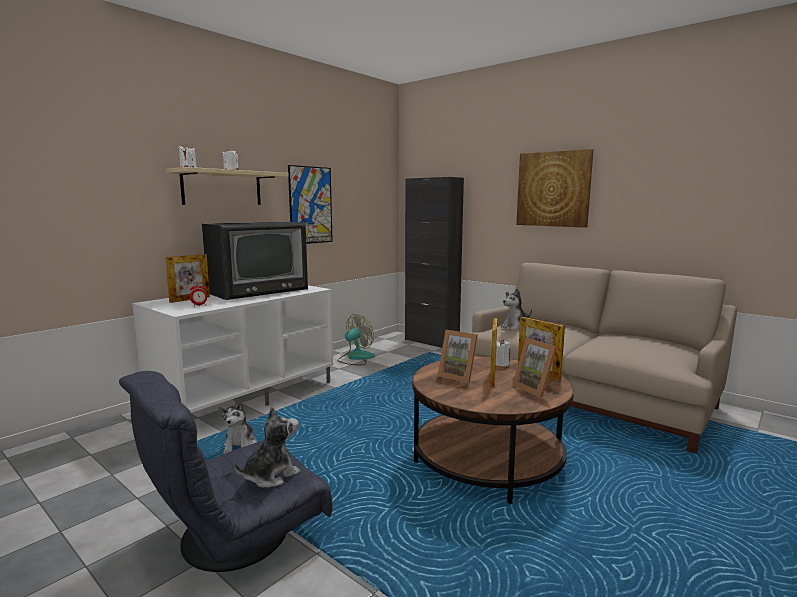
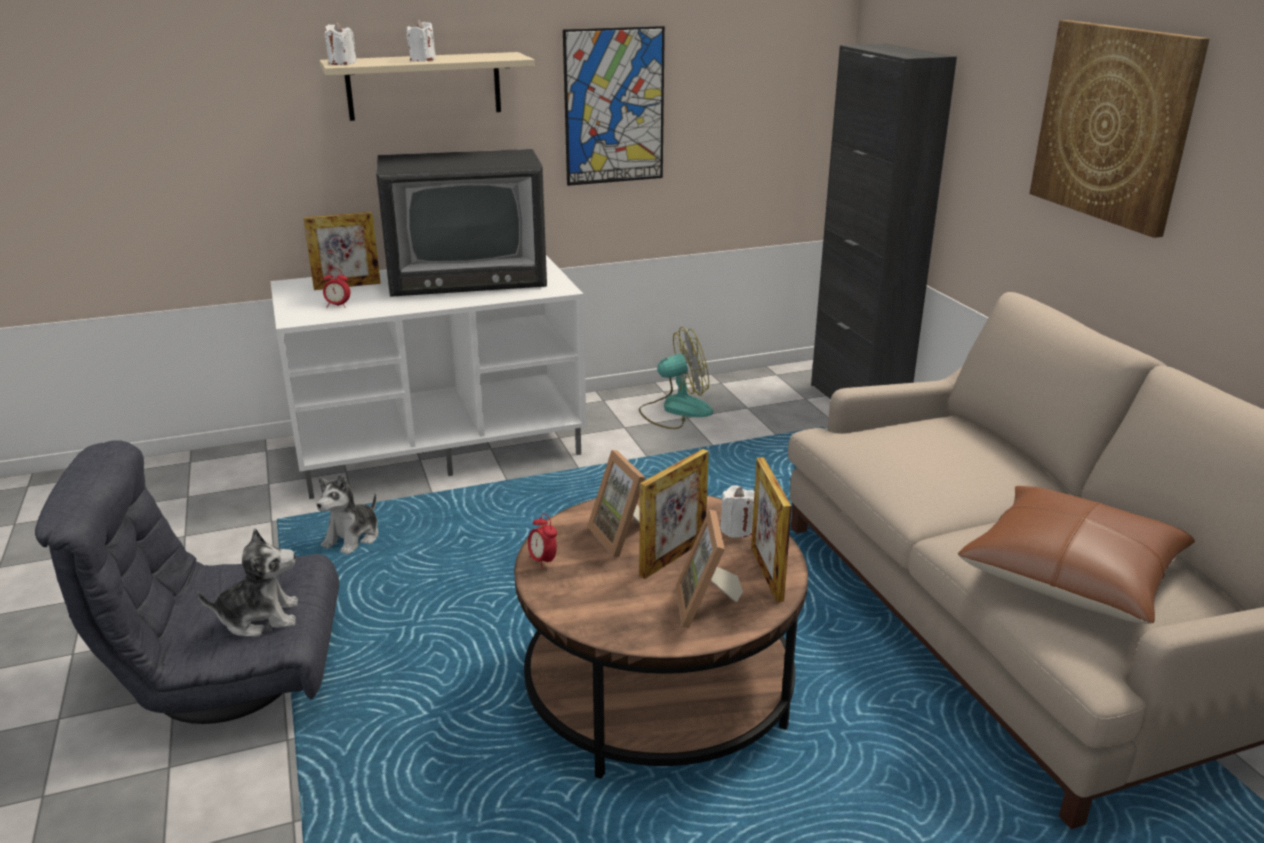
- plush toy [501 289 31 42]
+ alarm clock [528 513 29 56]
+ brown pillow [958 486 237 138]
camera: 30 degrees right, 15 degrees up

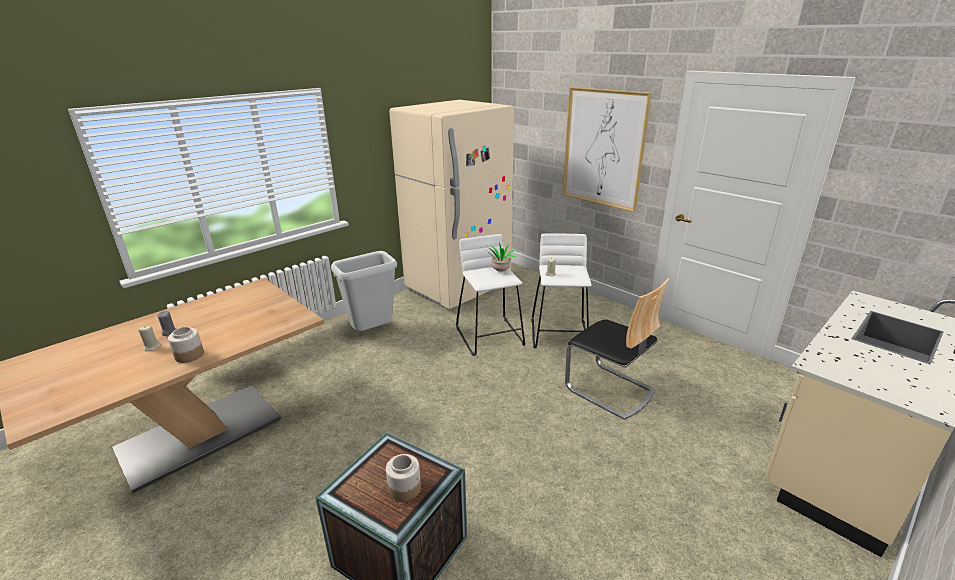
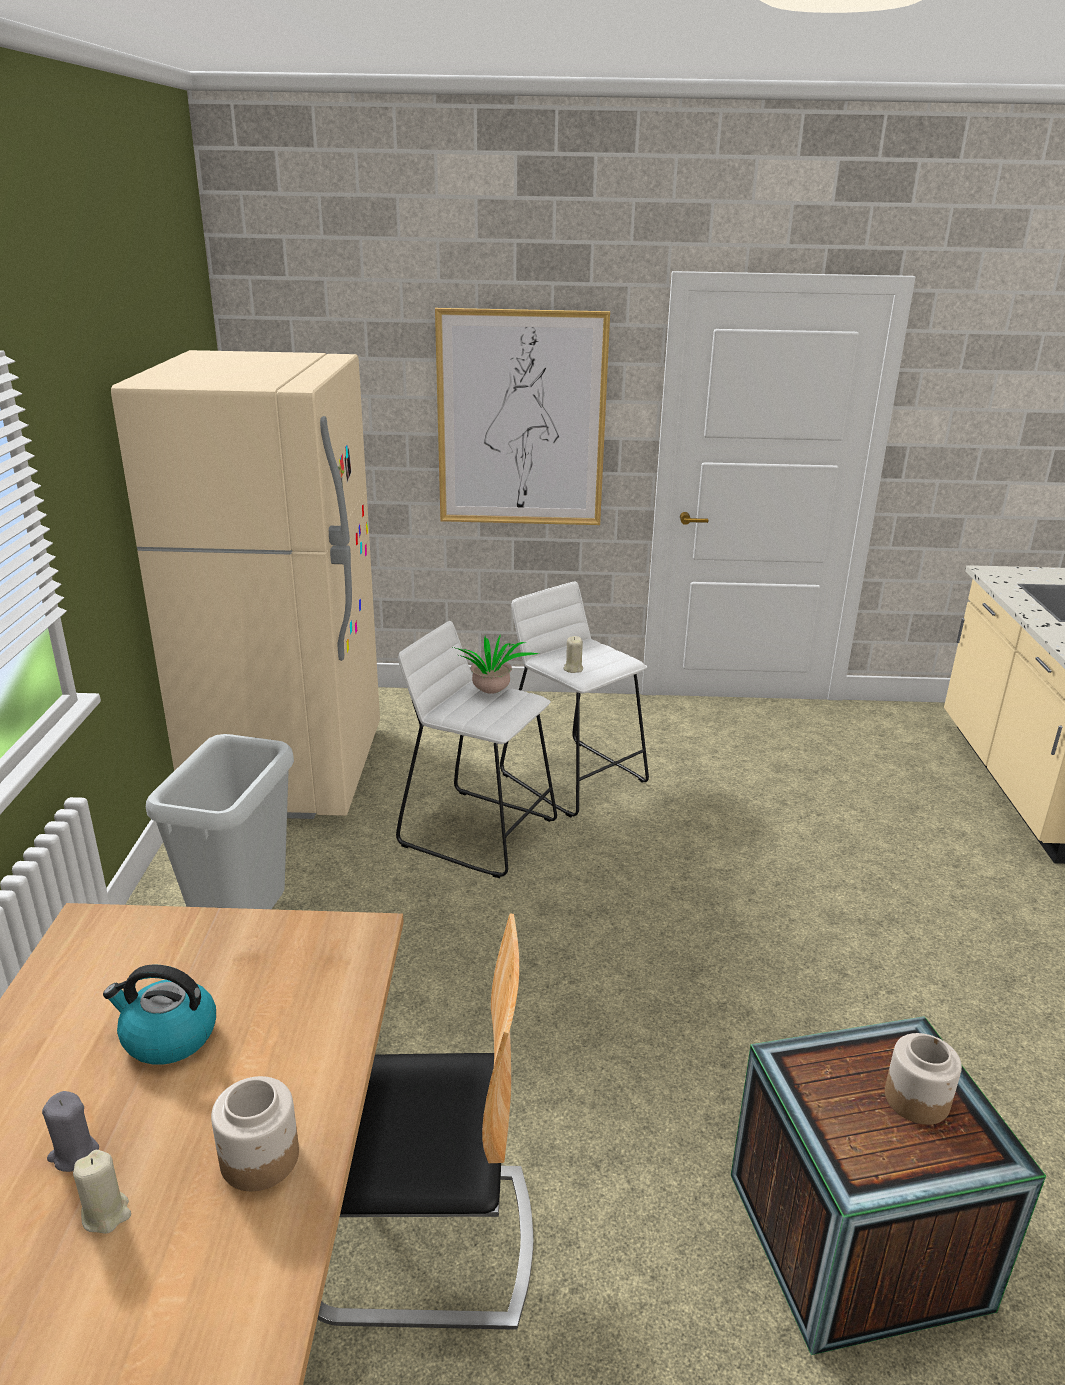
~ chair [565 278 104 142] to [317 914 217 416]
+ kettle [103 964 113 101]
camera: 45 degrees left, 0 degrees up

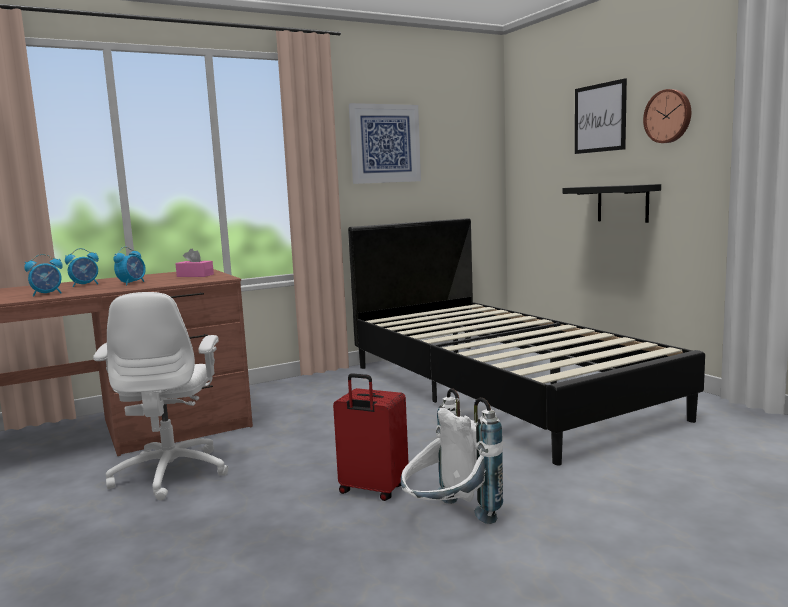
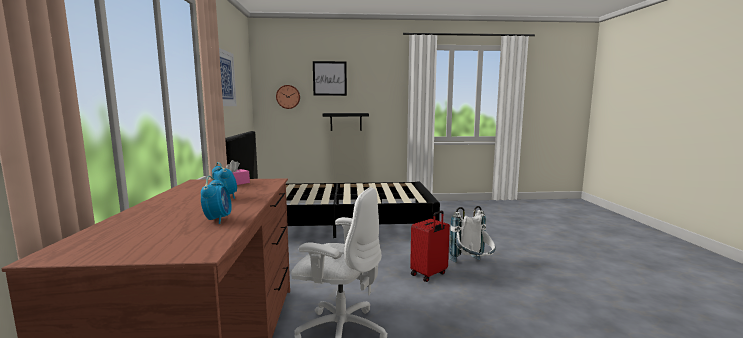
- alarm clock [65 248 34 39]
~ wall clock [643 89 48 54] to [276 85 24 24]
camera: 65 degrees left, 0 degrees up

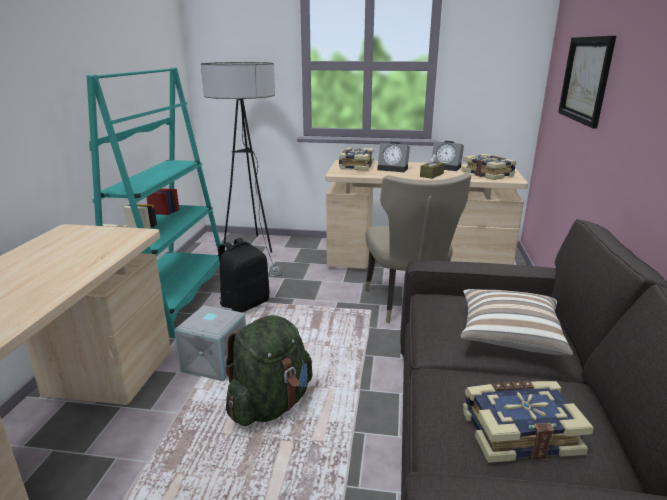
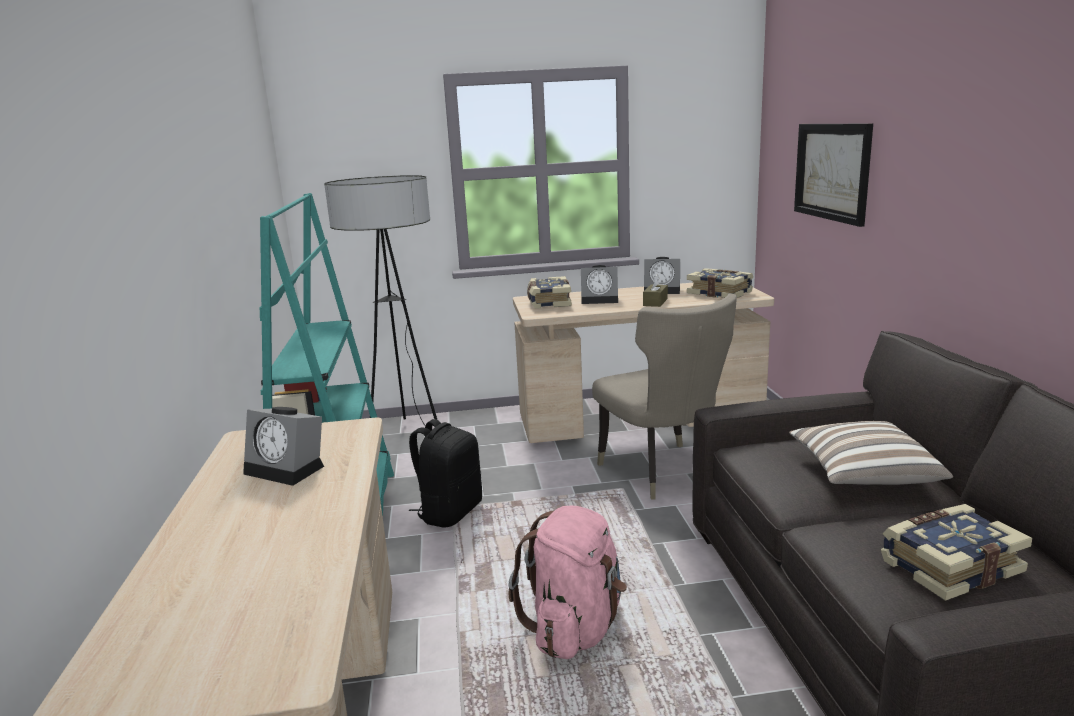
- grey storage box [174 305 72 77]
~ green backpack [224 315 88 111] to pink backpack [508 506 119 153]
+ alarm clock [243 407 81 79]
camera: 15 degrees left, 5 degrees down

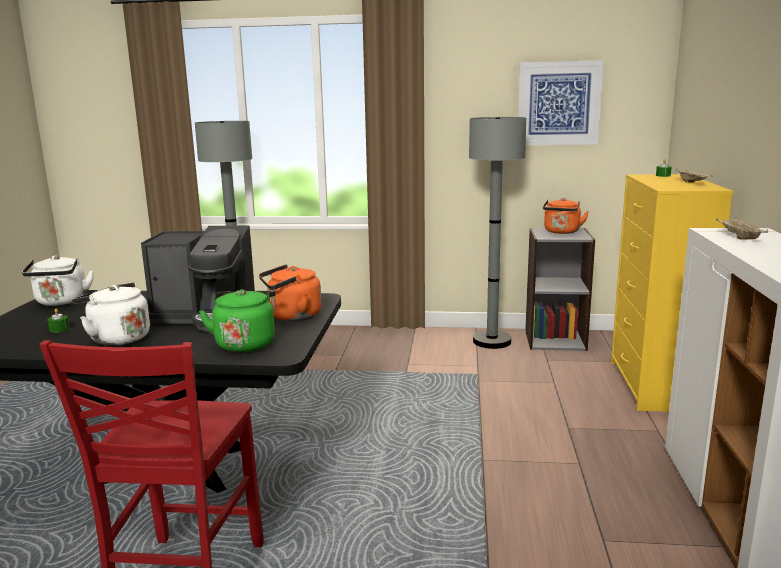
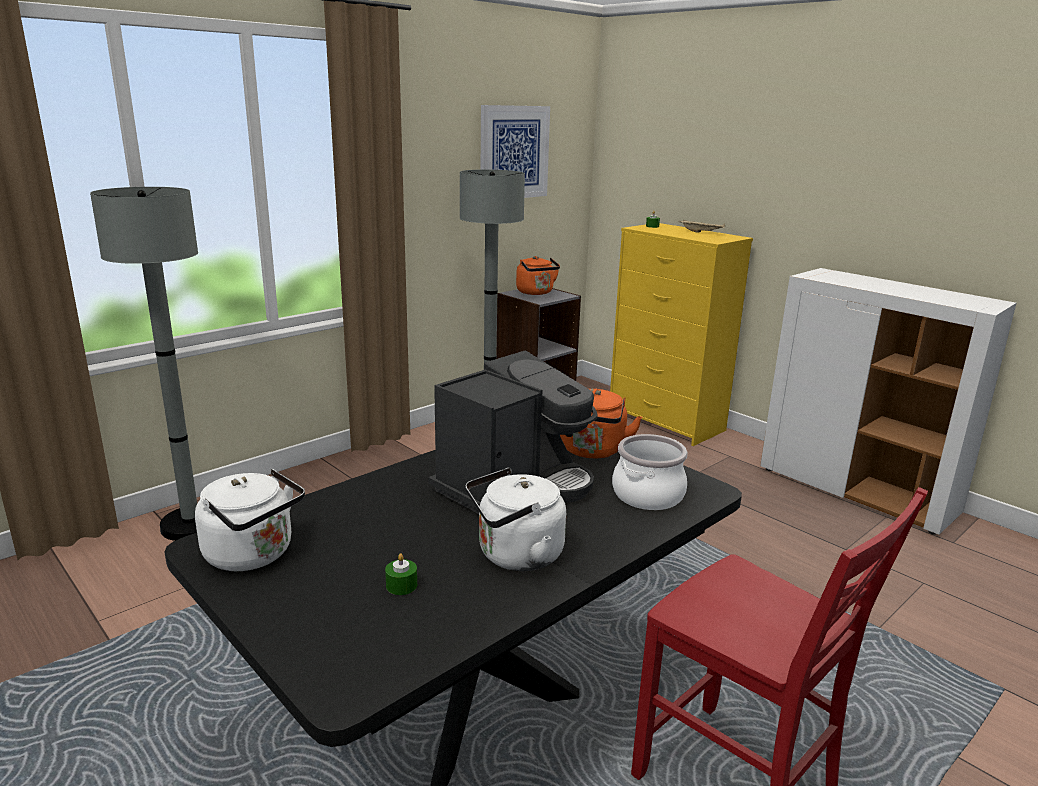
~ green kettle [199 289 77 63] to cooking pot [612 434 75 76]
- beige tray [716 218 52 22]
camera: 50 degrees left, 5 degrees up

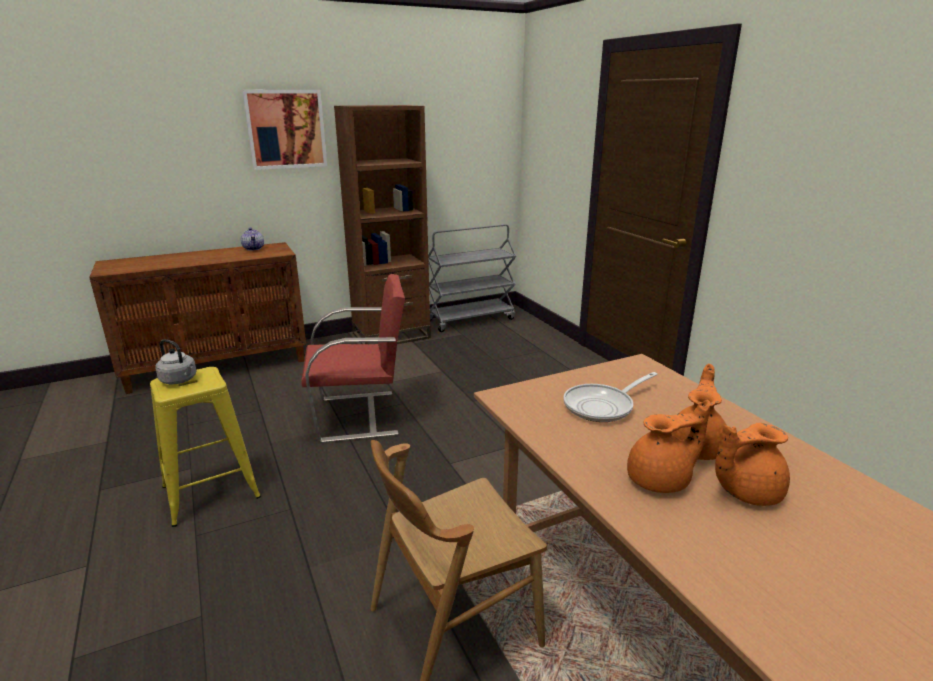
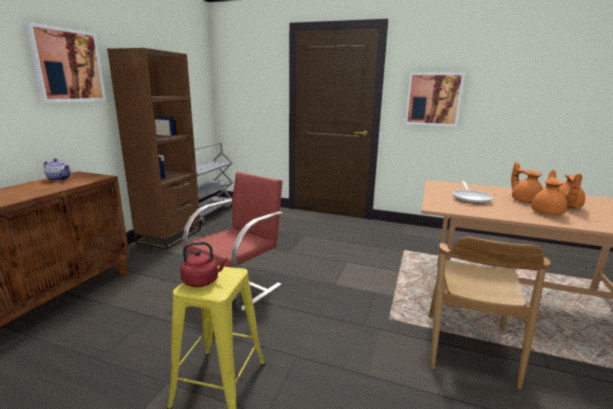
~ grey kettle [155 339 42 45] to red kettle [180 242 48 45]
+ picture [405 72 60 55]
camera: 45 degrees left, 5 degrees down

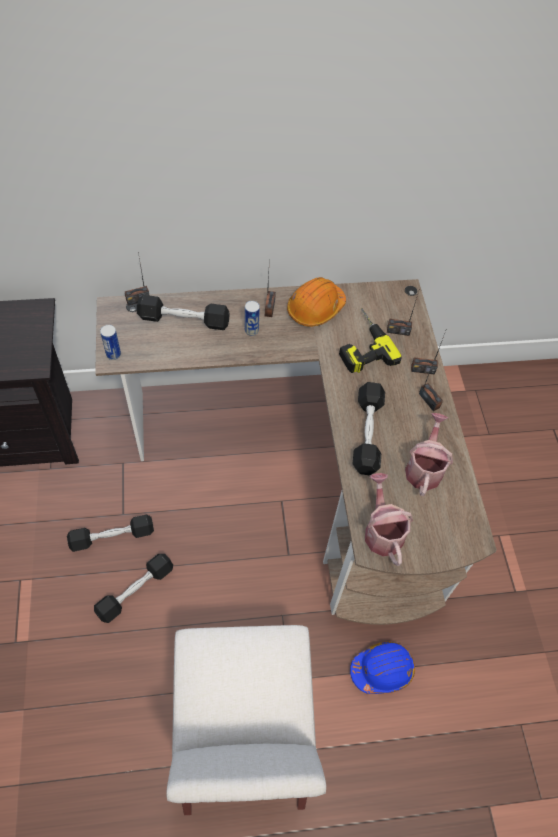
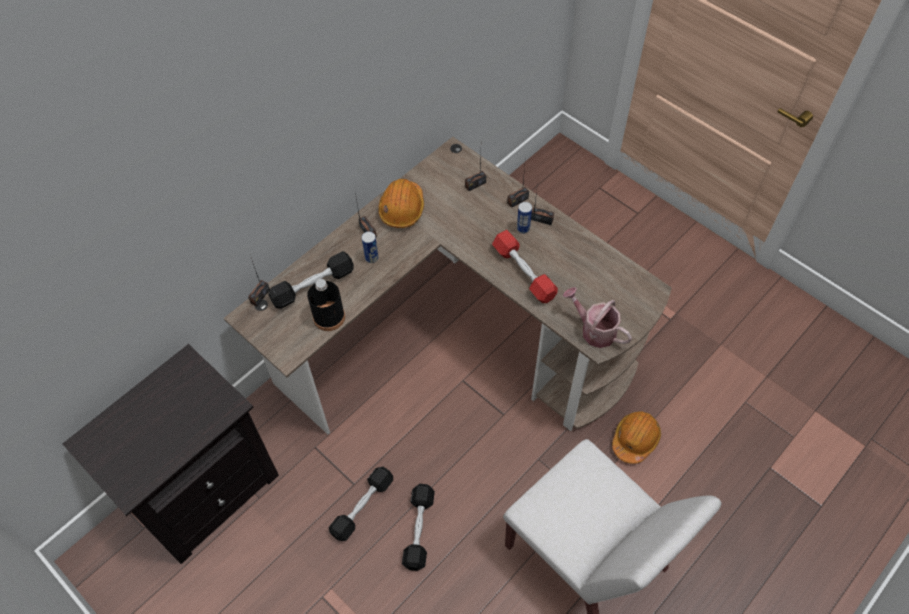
~ can [100 325 21 35] to [517 202 15 32]
- power drill [339 309 63 64]
~ blue hard hat [350 642 65 52] to orange hard hat [612 411 49 53]
~ black dumbbell [353 382 32 93] to red dumbbell [492 230 66 73]
- watering can [405 413 48 83]
+ black bottle [307 279 38 52]
camera: 35 degrees left, 0 degrees up

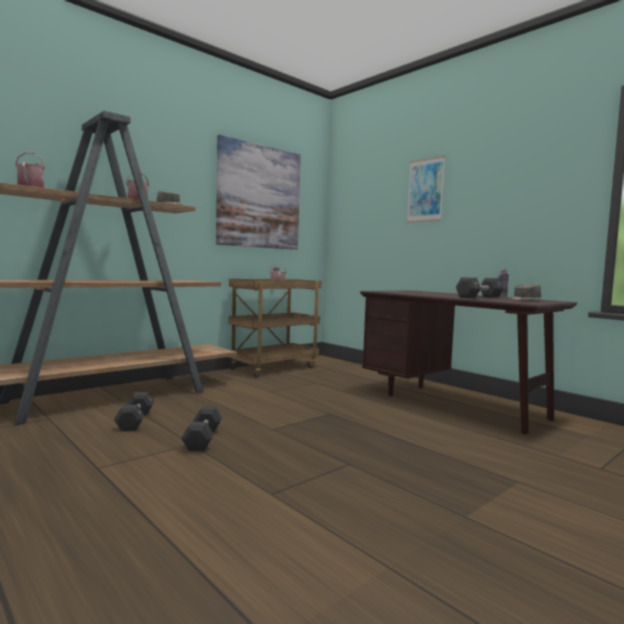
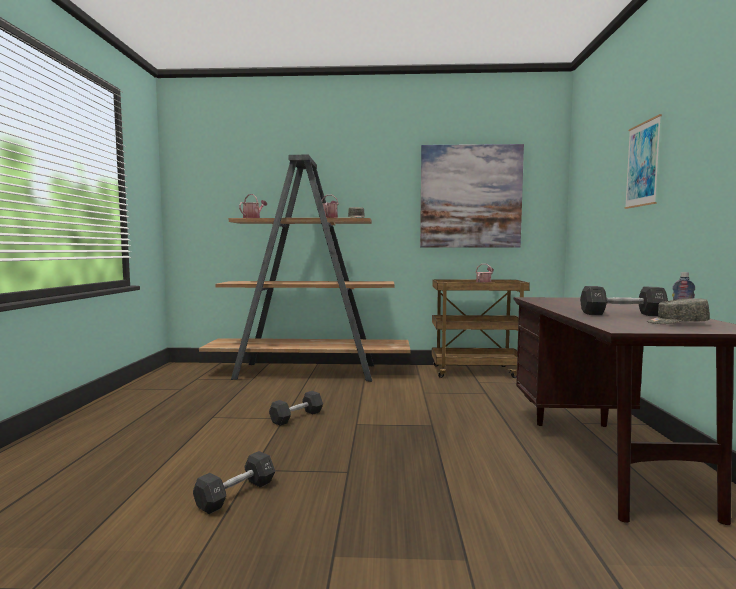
~ black dumbbell [114 392 40 39] to [193 451 82 63]
camera: 45 degrees right, 0 degrees up

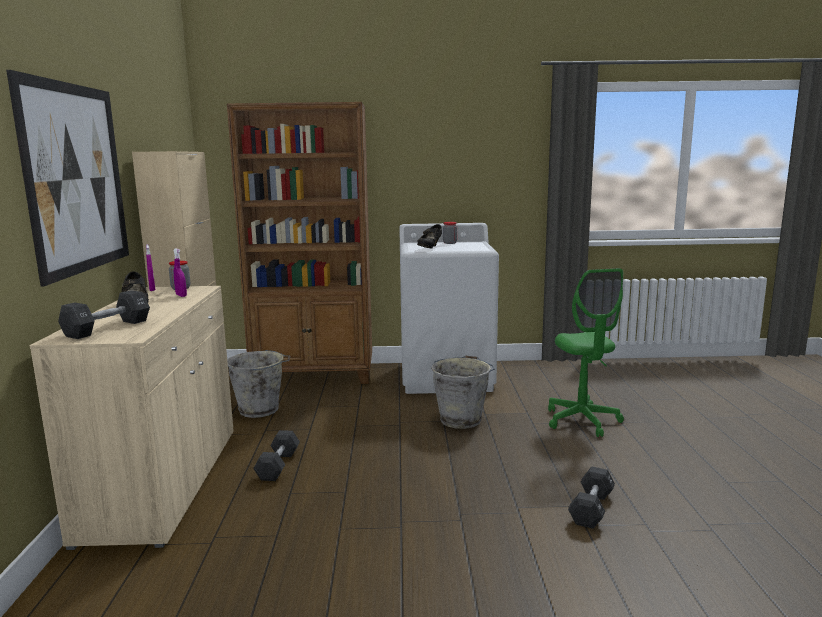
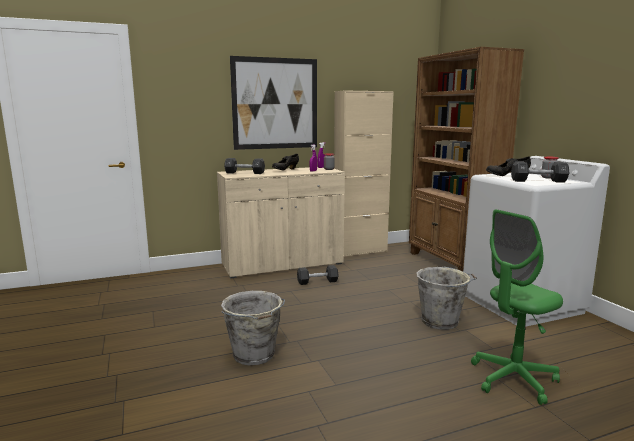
~ grey bucket [227 350 64 68] to [221 291 64 75]
~ black dumbbell [568 466 47 63] to [511 161 58 22]
camera: 70 degrees right, 0 degrees up

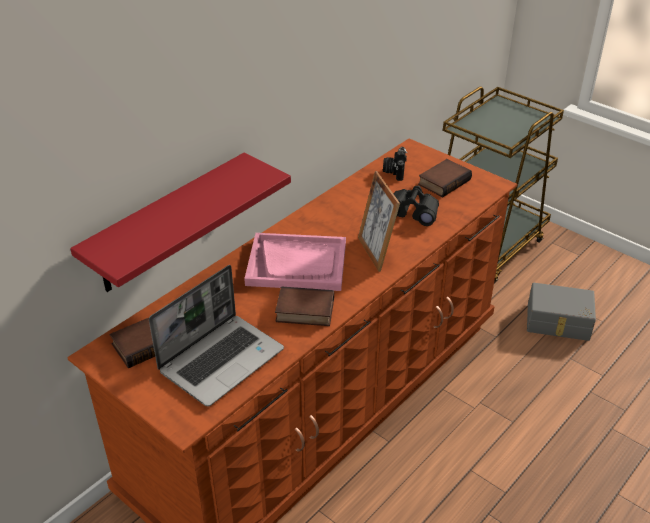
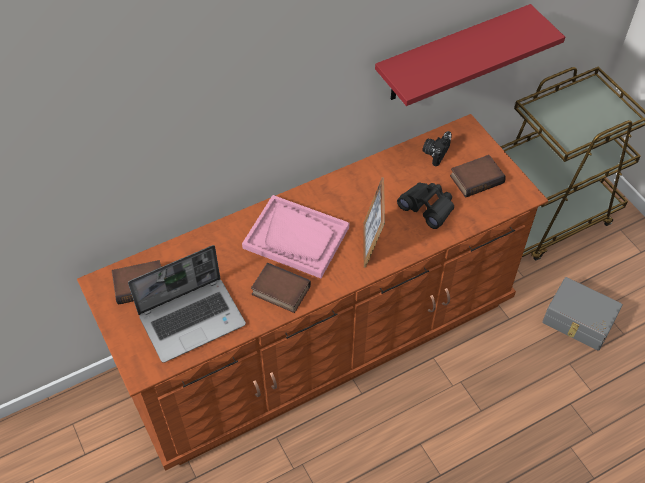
~ red shelf [70 153 221 139] to [375 4 190 102]
camera: 20 degrees right, 15 degrees up

